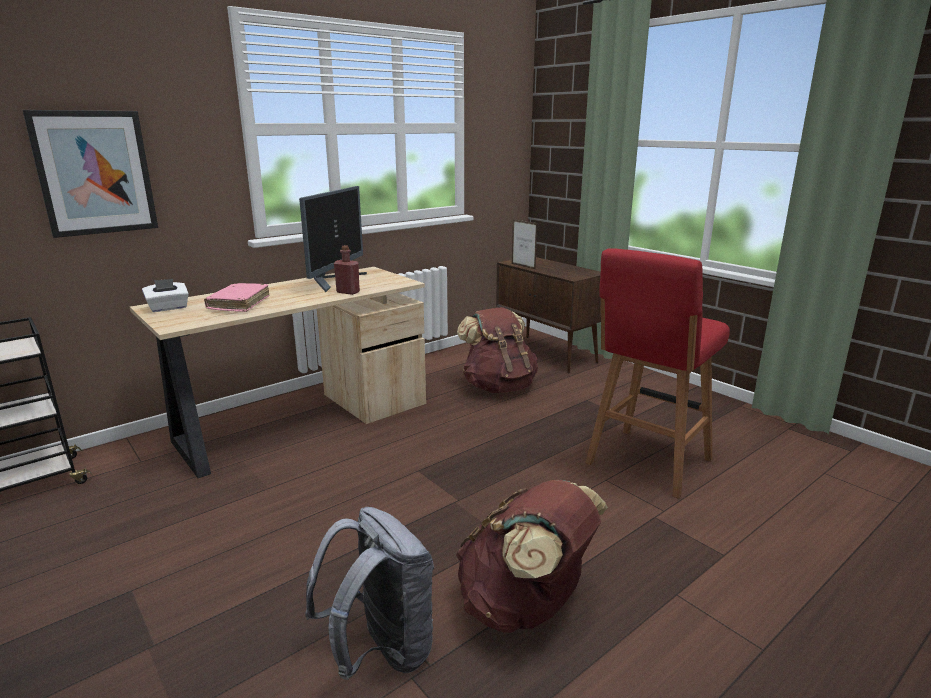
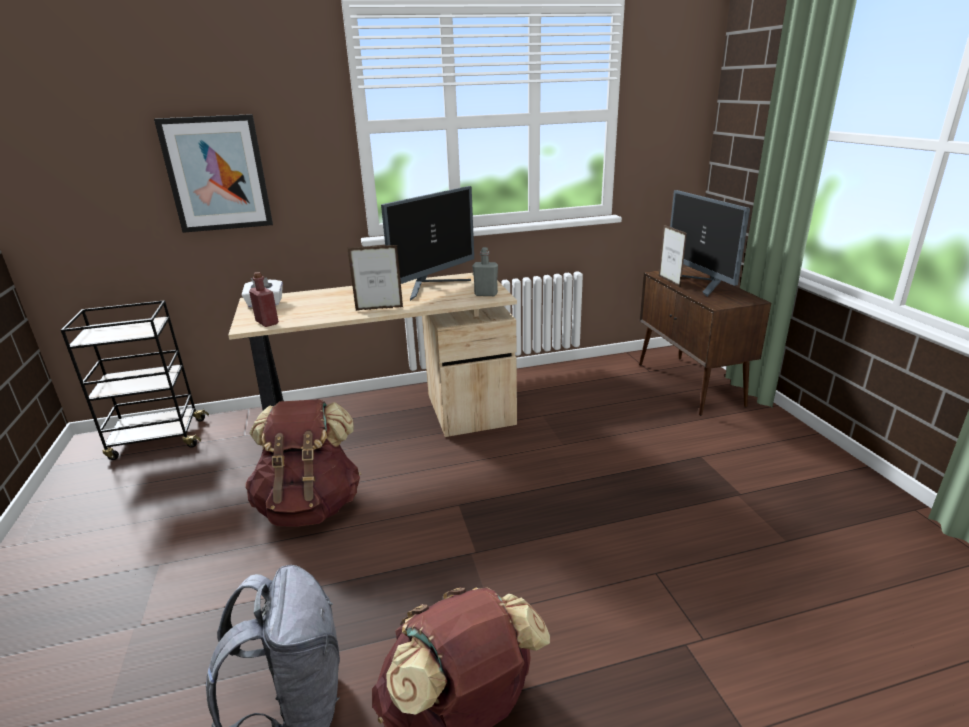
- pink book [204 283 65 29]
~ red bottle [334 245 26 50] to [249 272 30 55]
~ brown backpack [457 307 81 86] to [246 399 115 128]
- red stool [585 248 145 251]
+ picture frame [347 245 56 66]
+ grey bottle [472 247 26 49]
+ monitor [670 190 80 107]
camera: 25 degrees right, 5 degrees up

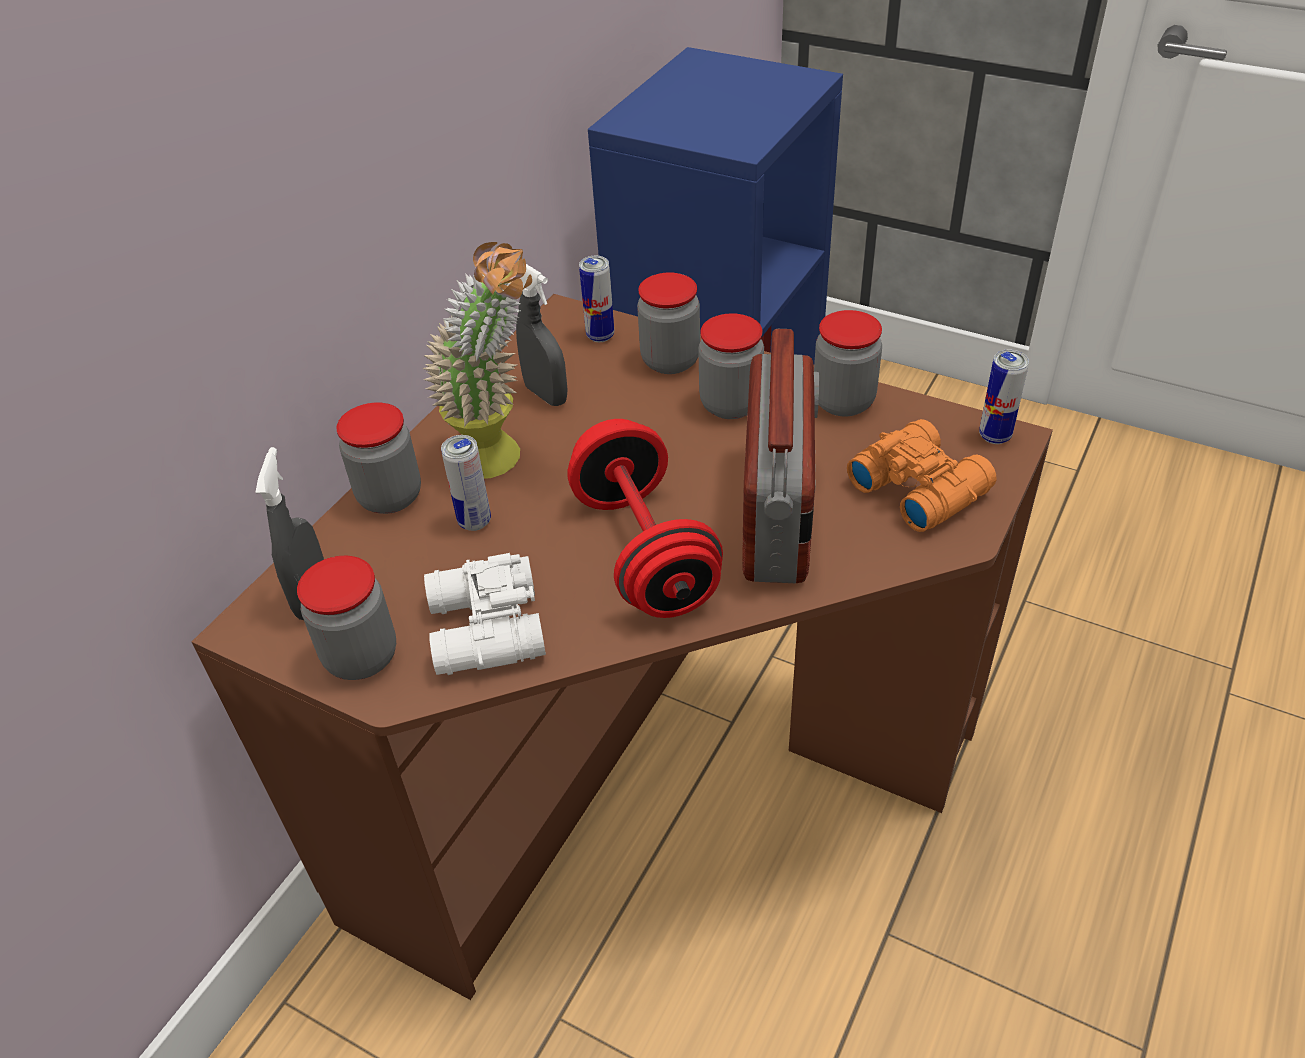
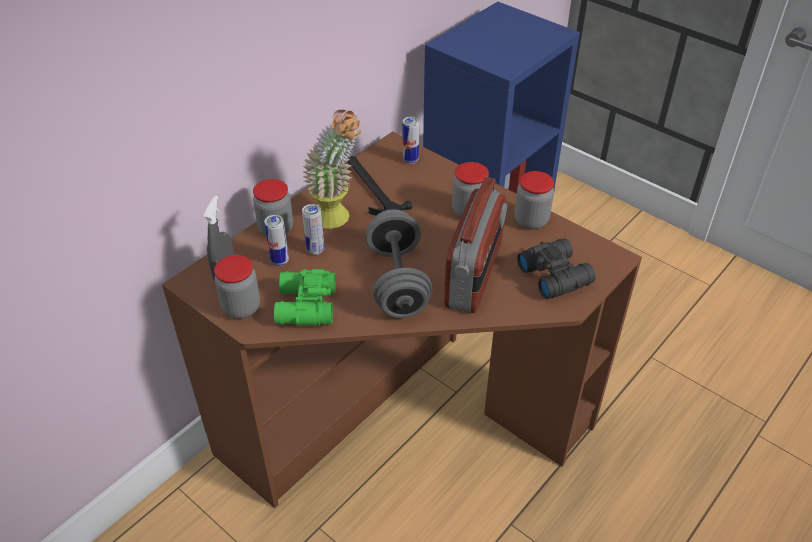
~ white binoculars [424 553 122 122] to green binoculars [274 269 62 56]
~ grey spray bottle [516 264 52 142] to hammer [347 156 65 59]
~ red dumbbell [568 419 155 199] to grey dumbbell [366 209 66 109]
- jar [637 272 63 102]
~ orange binoculars [847 419 150 113] to black binoculars [517 238 79 61]
~ can [979 350 50 94] to [264 215 25 51]
camera: 10 degrees right, 0 degrees up

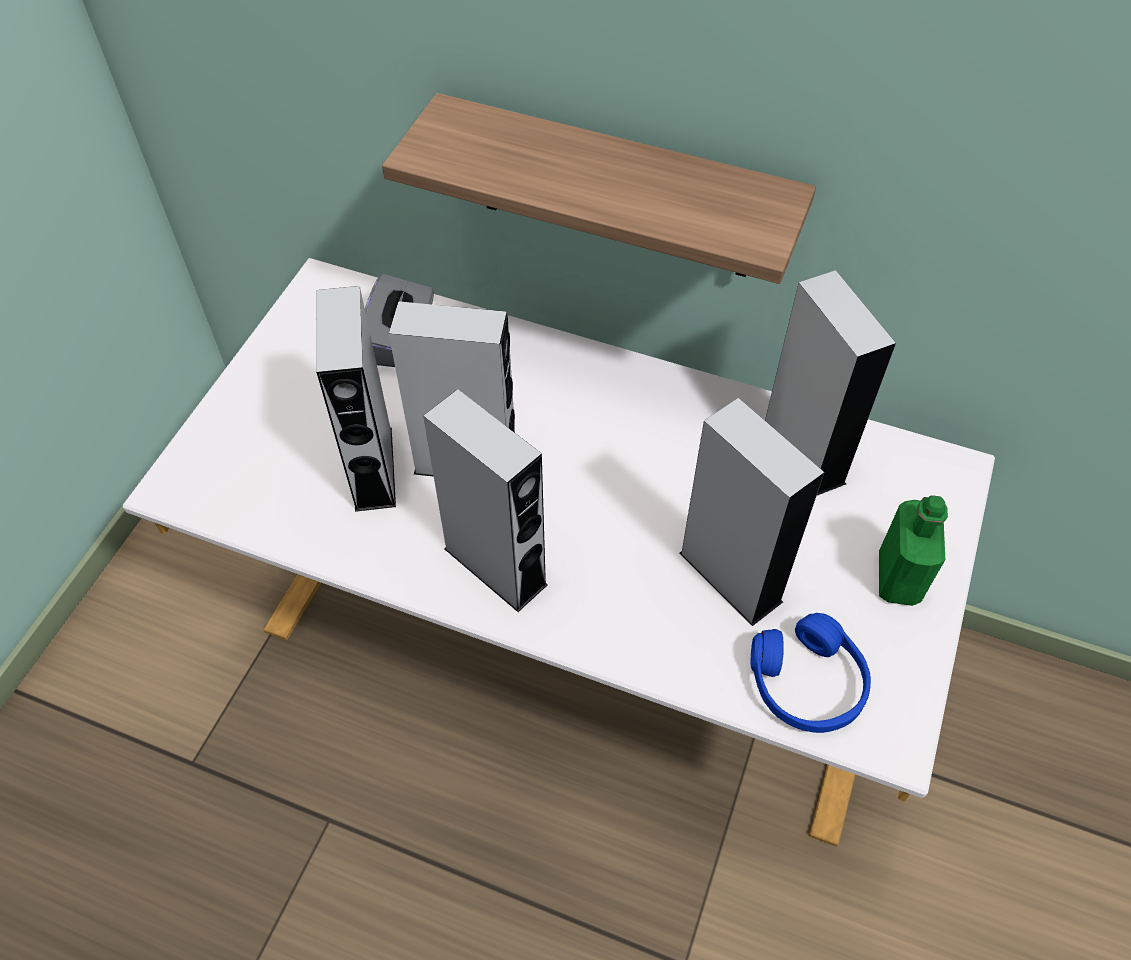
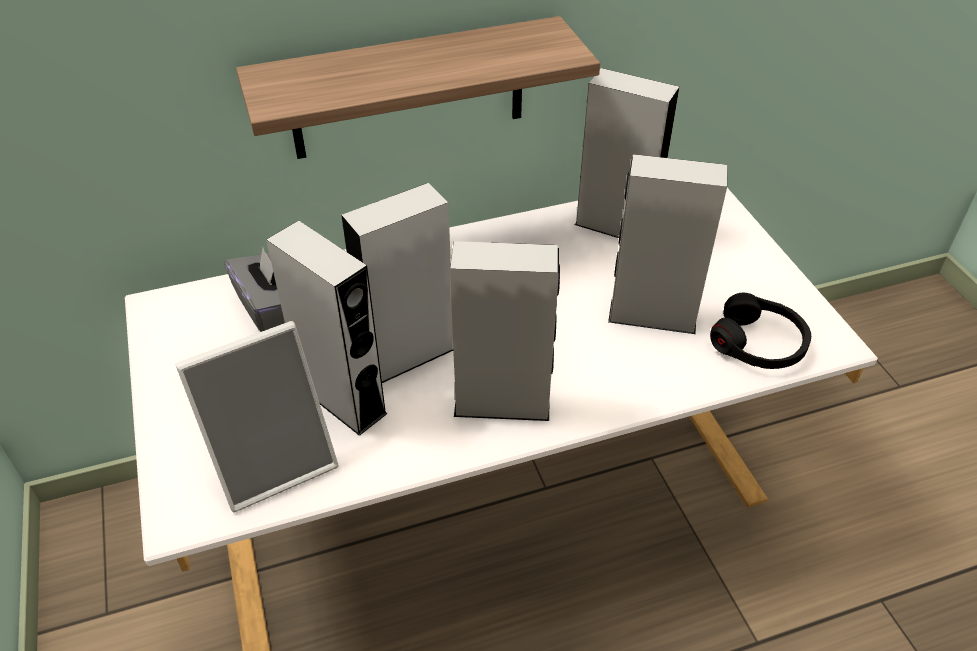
~ blue headphones [751 613 120 120] to black headphones [710 293 101 76]
- green bottle [879 495 69 111]
+ picture frame [175 321 163 191]
camera: 40 degrees left, 10 degrees down

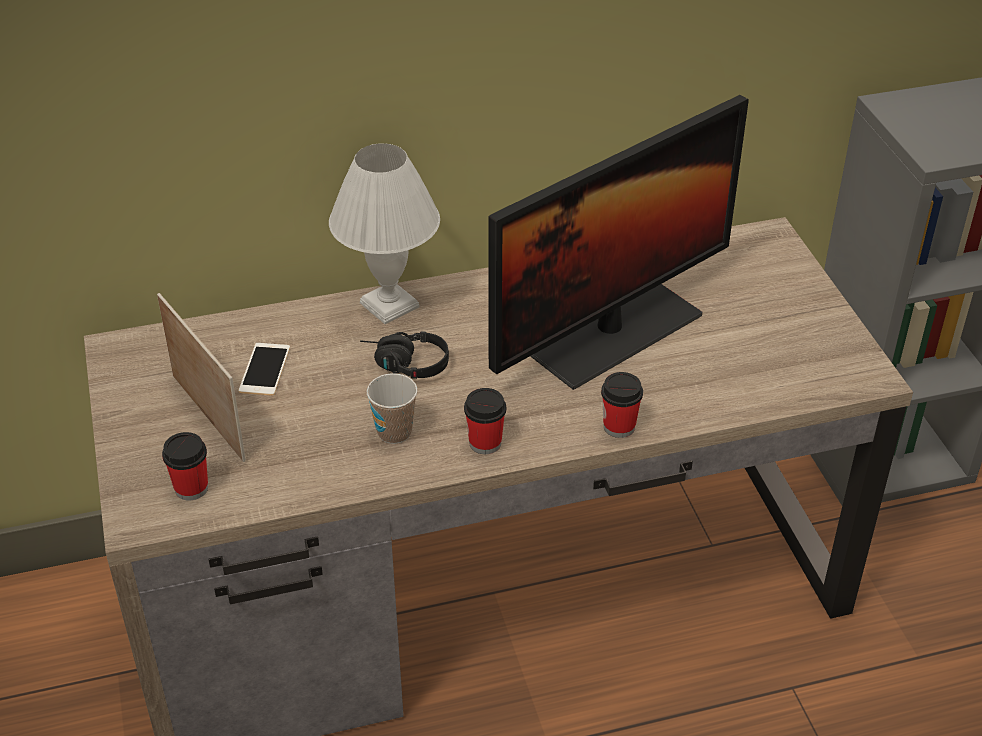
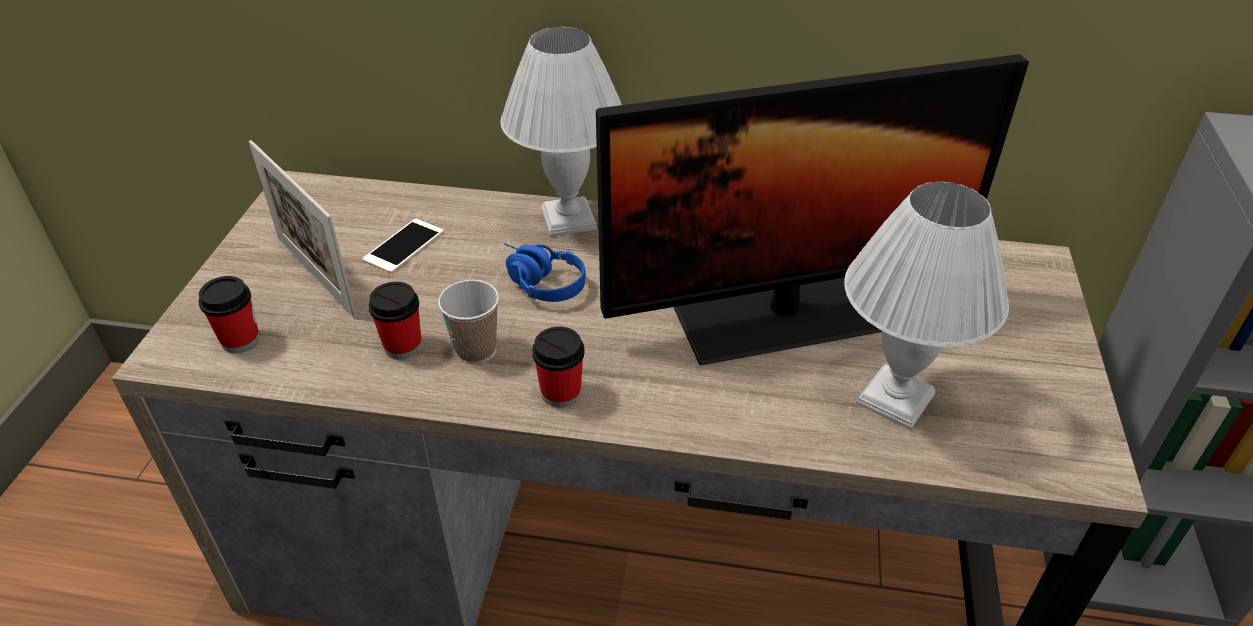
~ picture frame [157 293 89 169] = [249 140 107 178] 150 degrees clockwise
~ black headphones [360 331 89 48] to blue headphones [504 243 82 59]
~ cup [601 372 42 66] to [368 282 54 77]
+ white table lamp [844 182 165 248]
camera: 25 degrees right, 0 degrees up

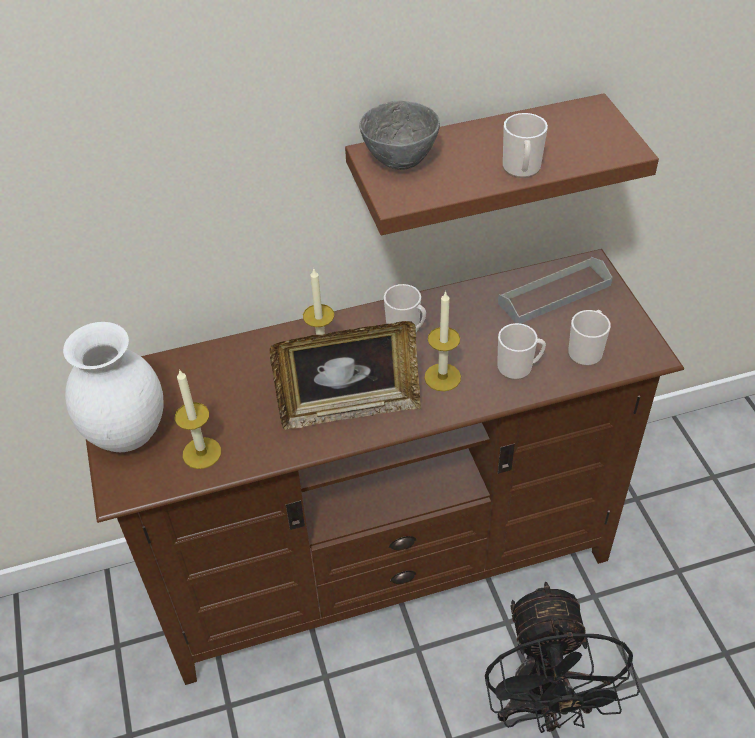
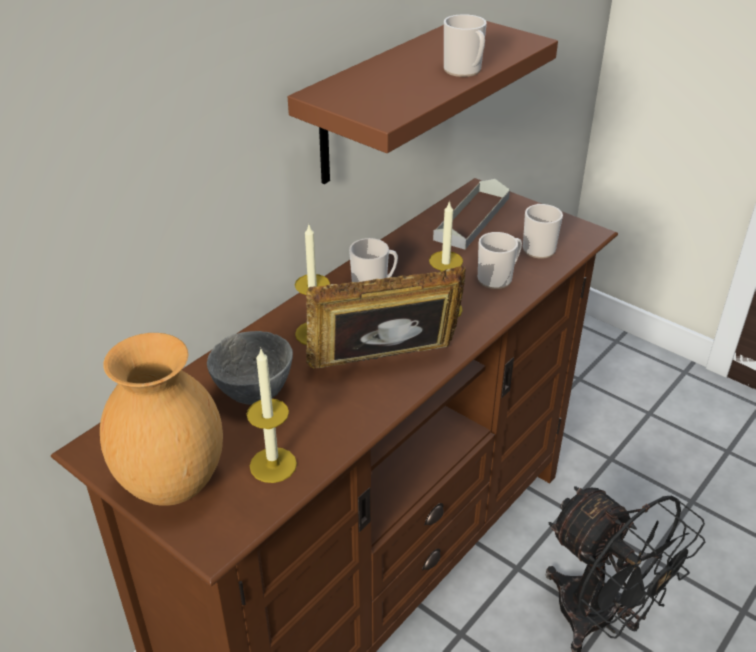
~ white vase [63 322 101 130] to brown vase [100 333 123 173]
~ picture frame [270 321 151 109] = [306 266 160 103] 150 degrees counterclockwise
~ grey bowl [359 101 81 69] to [207 331 86 74]
camera: 35 degrees left, 10 degrees down

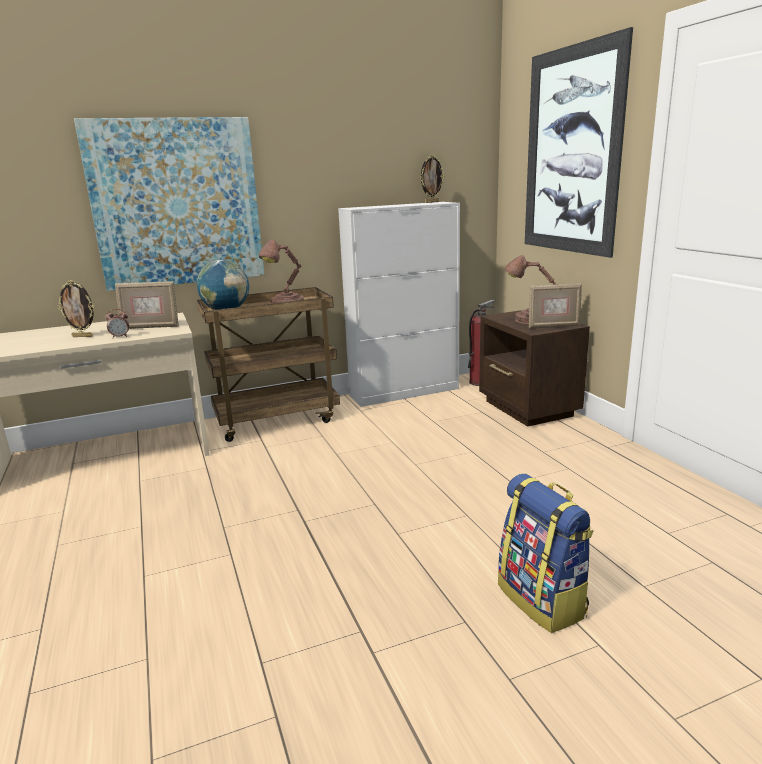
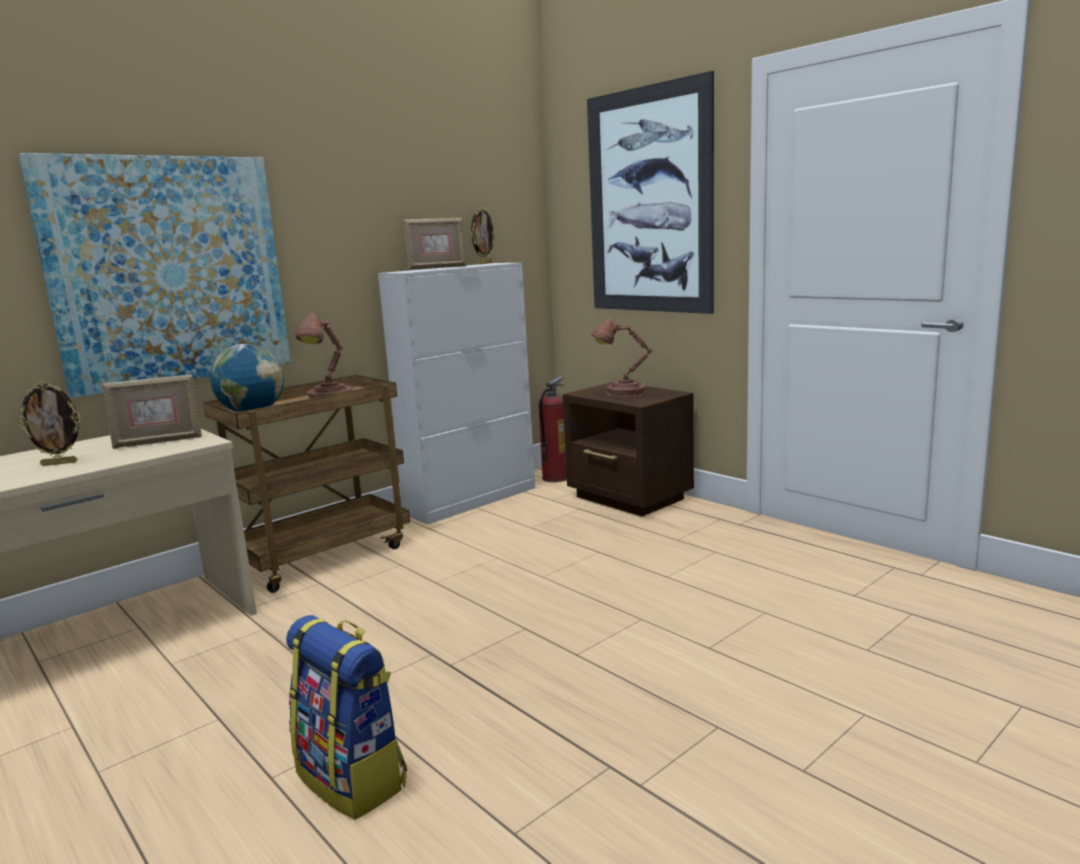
- alarm clock [106 309 23 29]
~ backpack [498 474 95 159] to [286 615 121 205]
~ picture frame [529 283 53 46] to [403 217 64 53]
camera: 20 degrees left, 5 degrees down

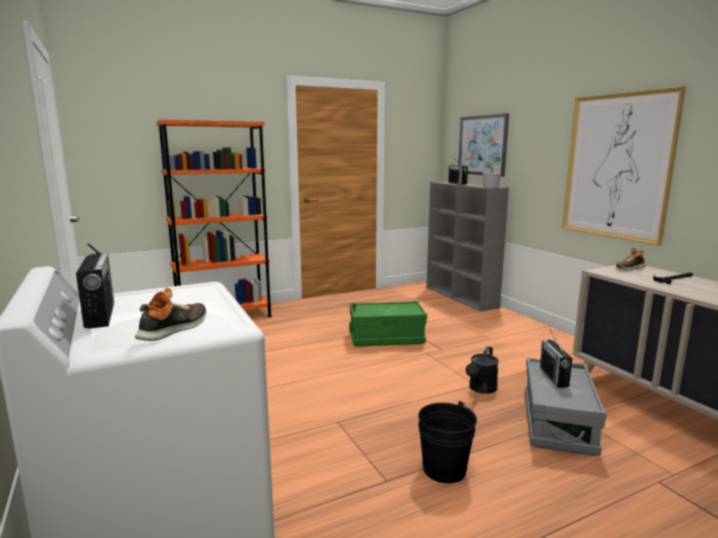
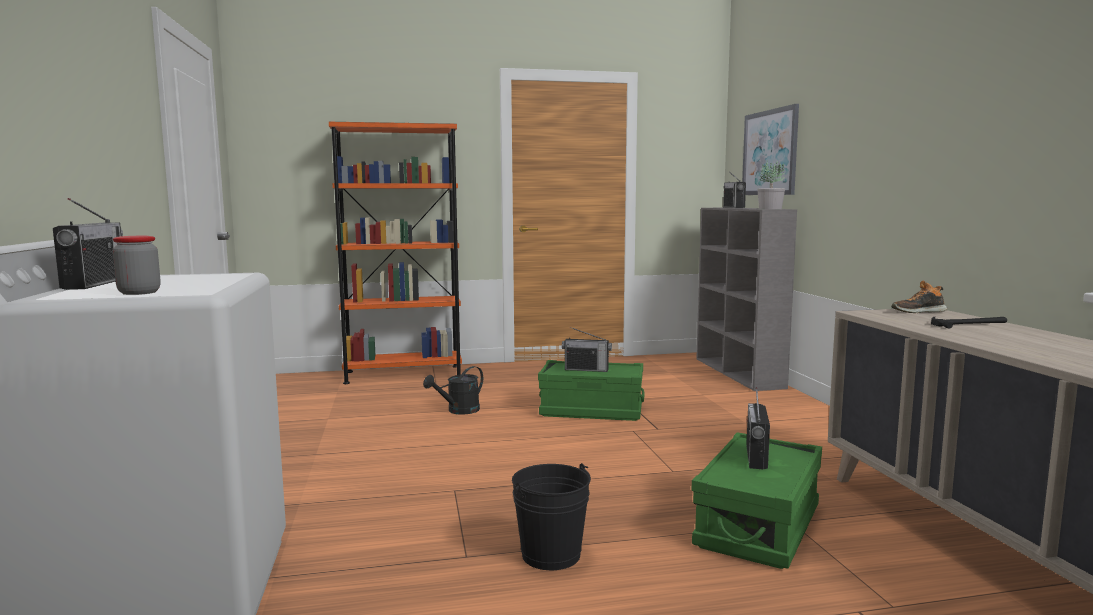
~ shoe [135 287 71 54] to jar [112 236 49 59]
~ black watering can [466 346 33 48] to [423 366 60 48]
~ grey storage box [525 358 82 98] to green storage box [691 432 131 137]
- picture [562 86 124 160]
+ radio [562 327 50 45]
camera: 15 degrees right, 5 degrees down

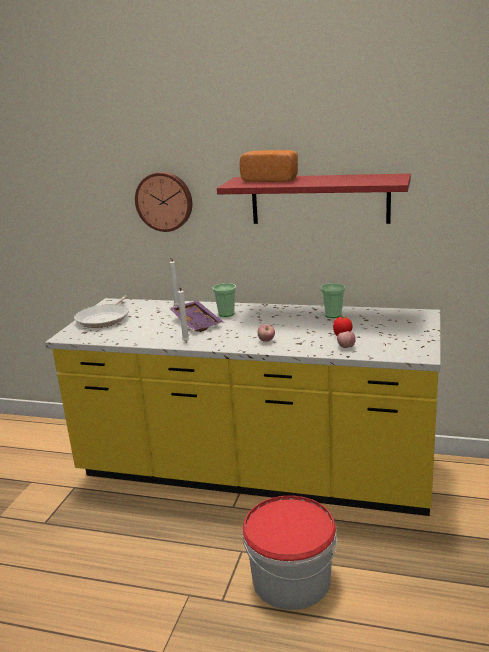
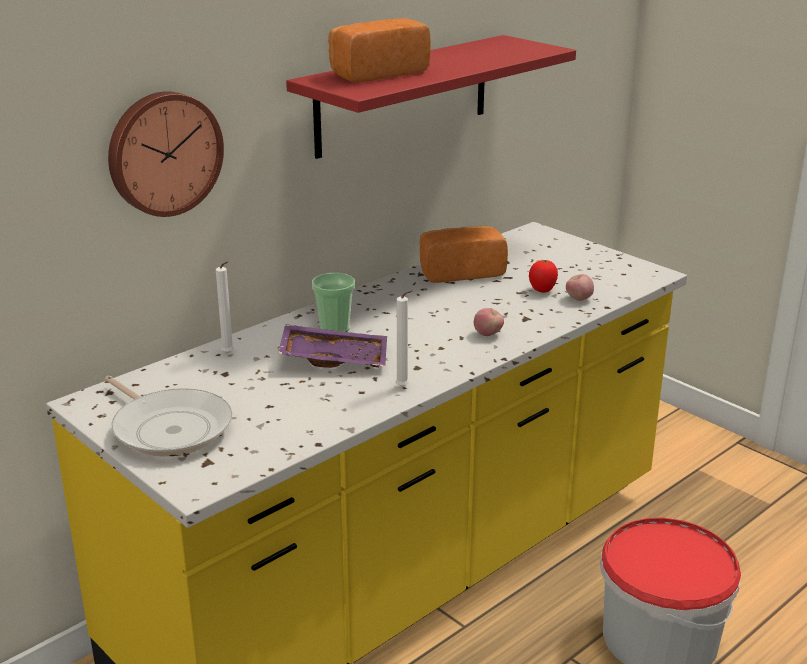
~ cup [321 283 24 35] to bread [419 226 89 57]
camera: 60 degrees left, 5 degrees up

